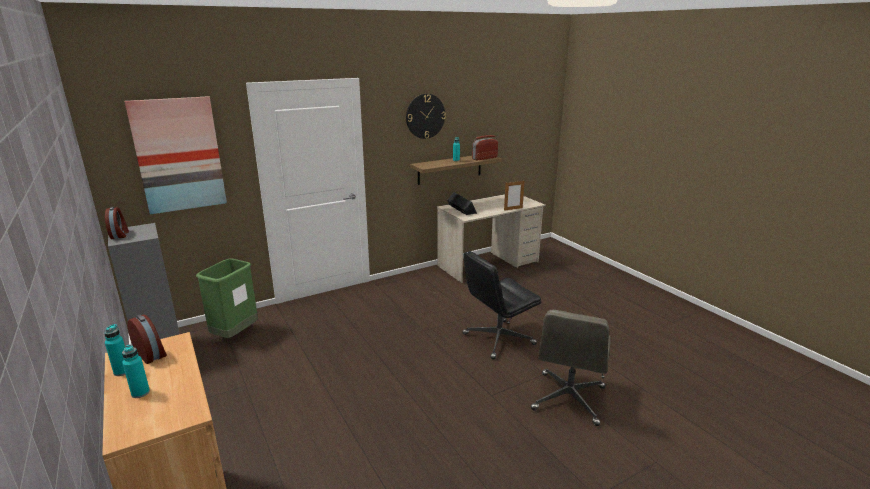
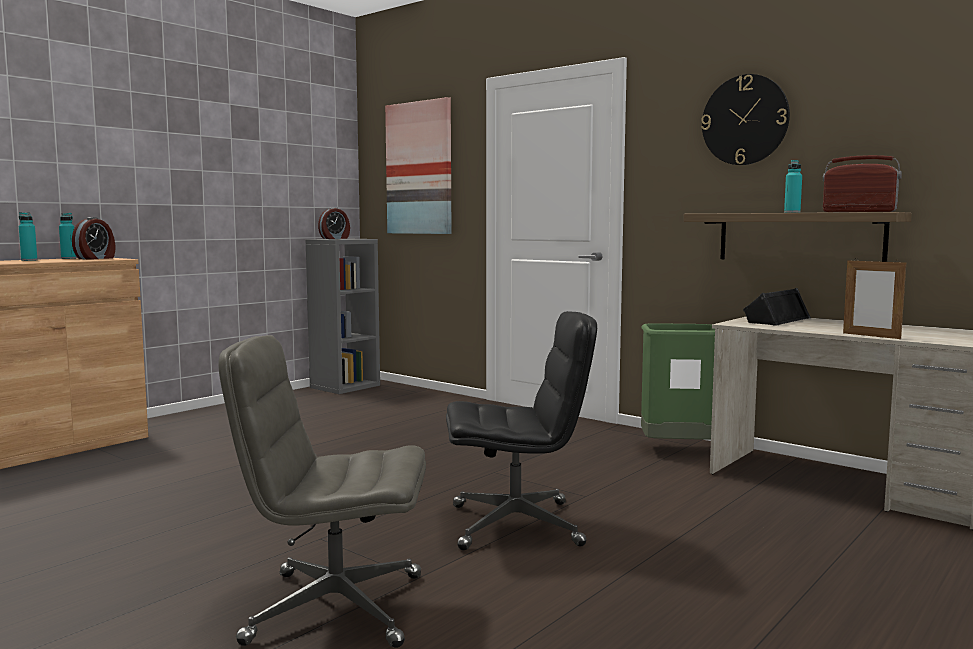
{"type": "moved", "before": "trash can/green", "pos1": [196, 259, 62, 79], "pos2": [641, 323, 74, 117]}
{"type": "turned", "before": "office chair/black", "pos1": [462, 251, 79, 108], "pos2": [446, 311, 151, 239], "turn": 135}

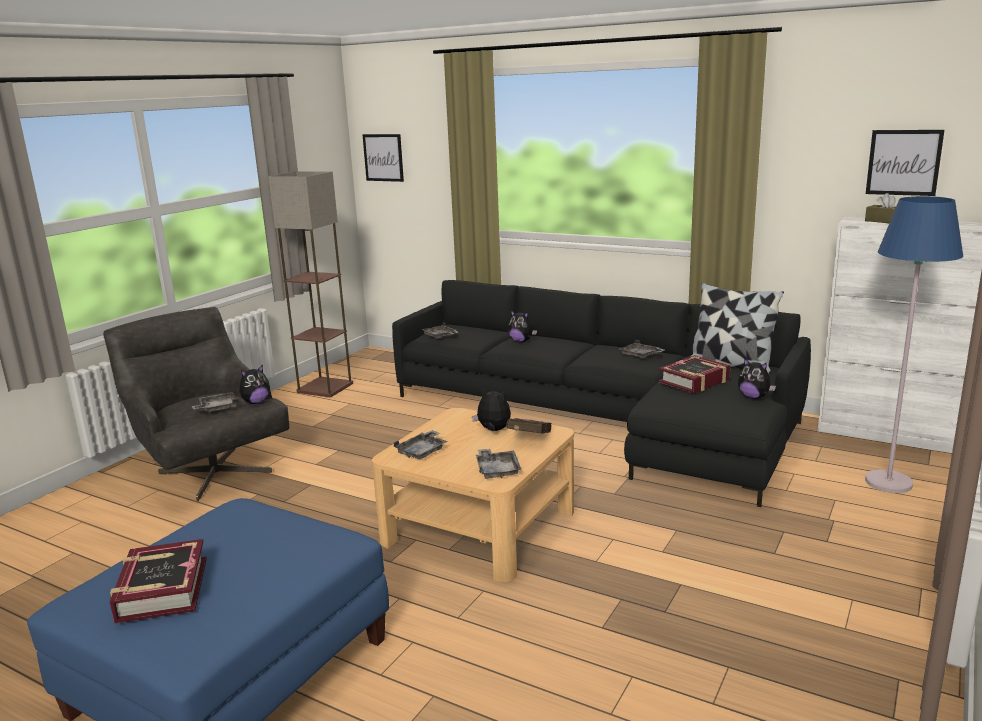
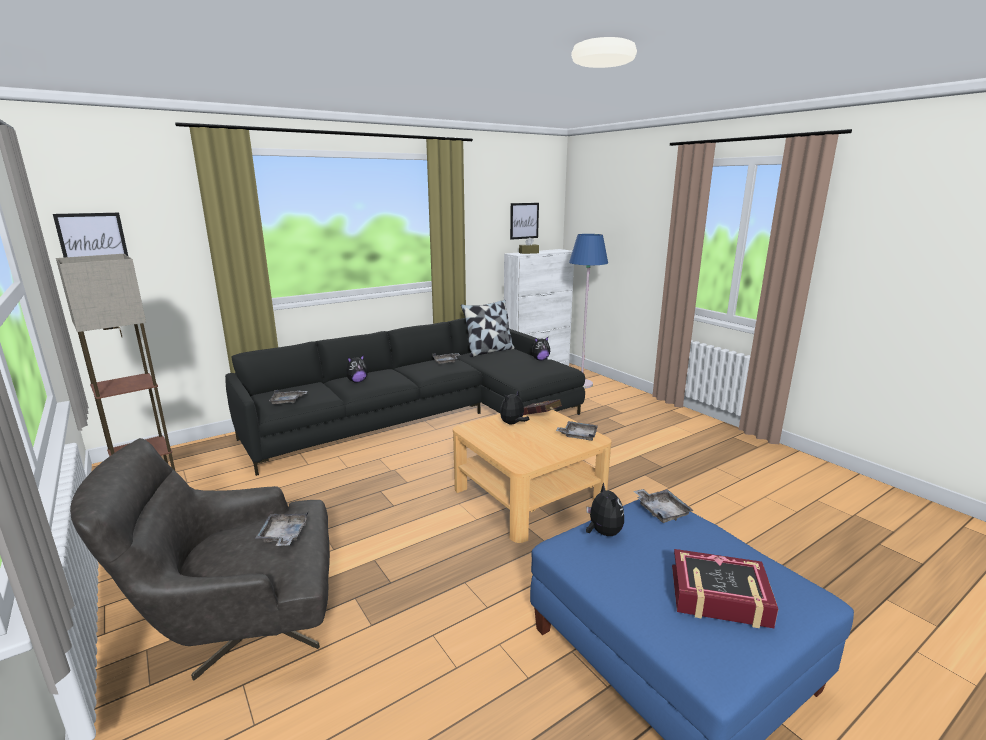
{"type": "moved", "before": "plush toy", "pos1": [239, 364, 31, 40], "pos2": [586, 483, 38, 53]}
{"type": "moved", "before": "tray/grey", "pos1": [394, 430, 54, 29], "pos2": [634, 489, 60, 34]}
{"type": "removed", "before": "book", "pos1": [658, 355, 72, 39]}

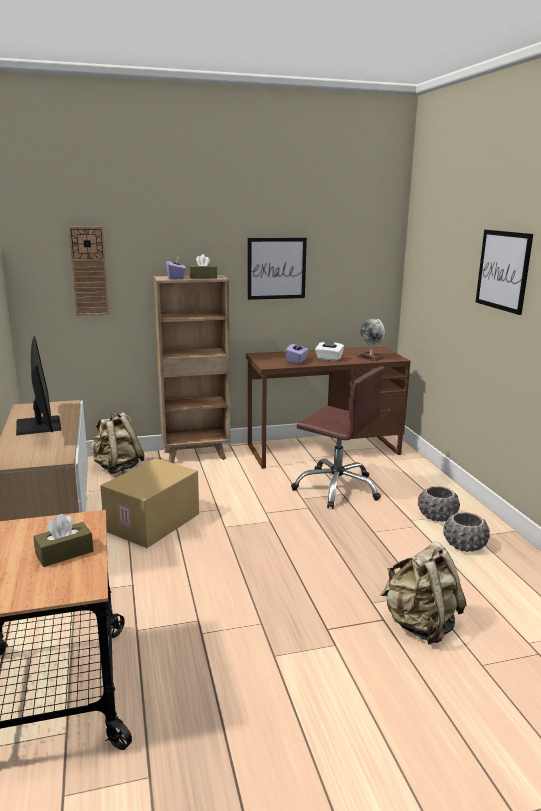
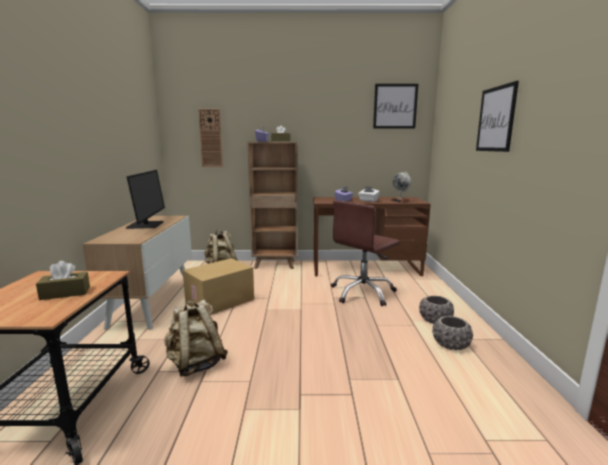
{"type": "moved", "before": "picture", "pos1": [247, 238, 60, 62], "pos2": [373, 84, 45, 45]}
{"type": "turned", "before": "office chair/brown", "pos1": [291, 366, 93, 143], "pos2": [331, 200, 68, 106], "turn": 90}
{"type": "moved", "before": "backpack/beige", "pos1": [380, 542, 86, 102], "pos2": [164, 300, 64, 77]}

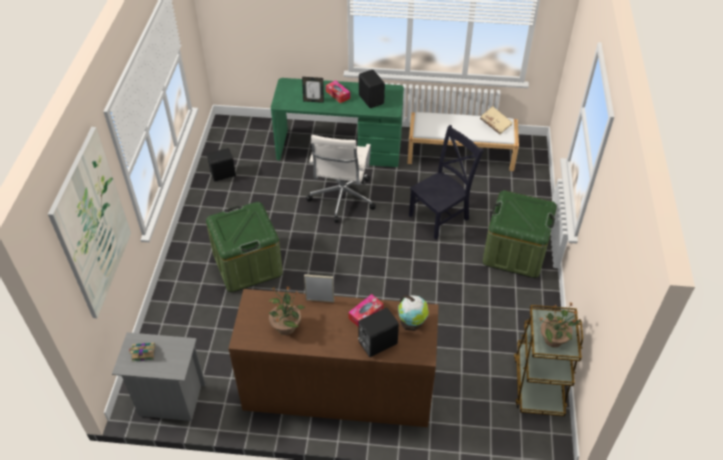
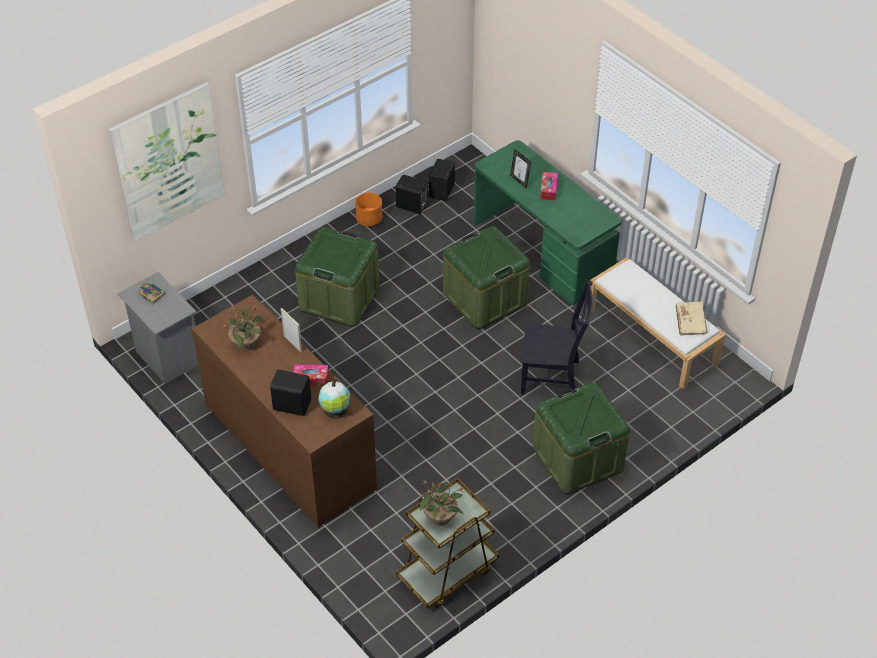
{"type": "replaced", "before": "office chair/white", "after": "storage box/green", "pos1": [306, 135, 70, 88], "pos2": [443, 226, 87, 103]}
{"type": "moved", "before": "speaker/black", "pos1": [359, 70, 26, 38], "pos2": [429, 159, 26, 42]}
{"type": "added", "after": "planter/orange", "pos2": [355, 193, 27, 33]}

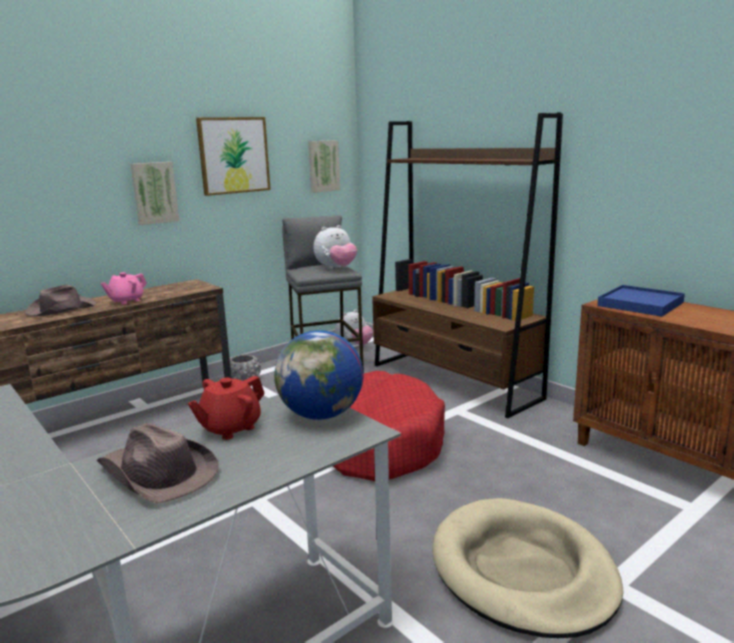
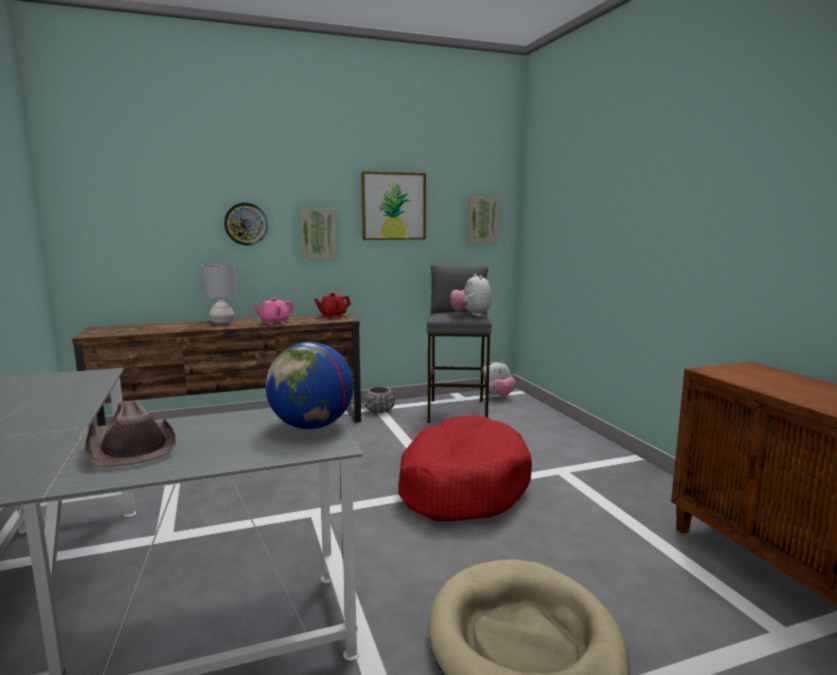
{"type": "replaced", "before": "hat/brown", "after": "table lamp/grey", "pos1": [25, 285, 72, 31], "pos2": [201, 264, 36, 61]}
{"type": "moved", "before": "teapot/red", "pos1": [188, 376, 77, 64], "pos2": [314, 293, 37, 25]}
{"type": "turned", "before": "plush toy", "pos1": [314, 225, 43, 44], "pos2": [450, 274, 42, 43], "turn": 90}
{"type": "removed", "before": "bookcase/brown", "pos1": [372, 113, 191, 305]}
{"type": "removed", "before": "tray/blue", "pos1": [597, 285, 88, 32]}
{"type": "added", "after": "wall clock", "pos2": [224, 203, 44, 43]}

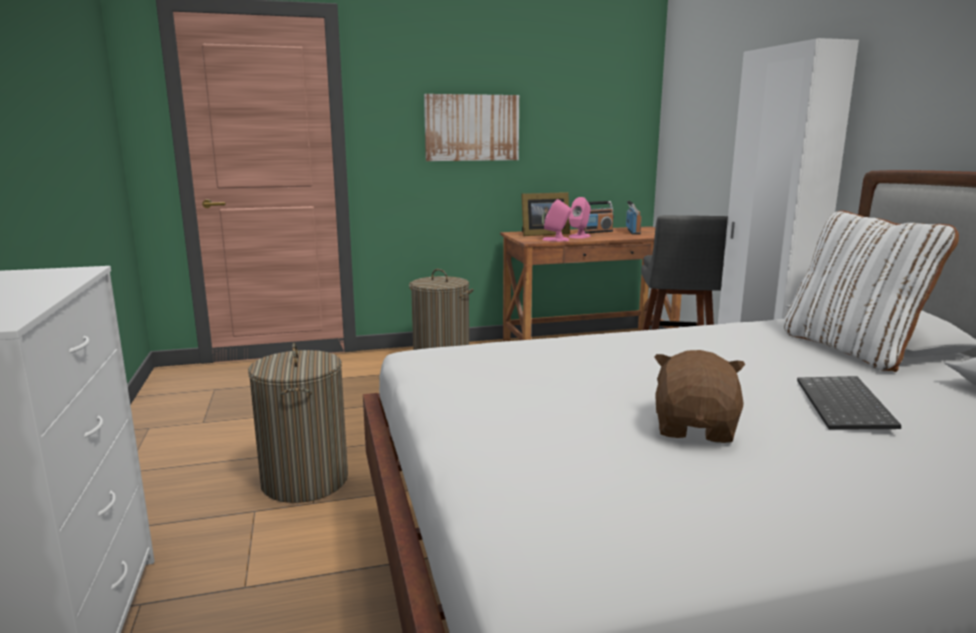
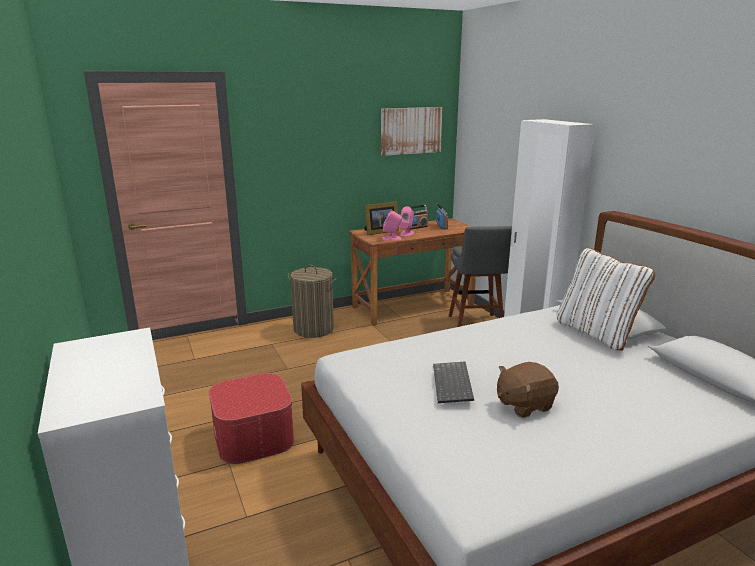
{"type": "replaced", "before": "laundry basket", "after": "ottoman", "pos1": [248, 343, 100, 160], "pos2": [208, 373, 86, 91]}
{"type": "moved", "before": "picture", "pos1": [424, 94, 95, 67], "pos2": [381, 107, 61, 49]}
{"type": "turned", "before": "plush toy/brown", "pos1": [655, 350, 90, 93], "pos2": [497, 362, 62, 56], "turn": -120}
{"type": "moved", "before": "keyboard", "pos1": [797, 376, 104, 54], "pos2": [433, 362, 41, 41]}

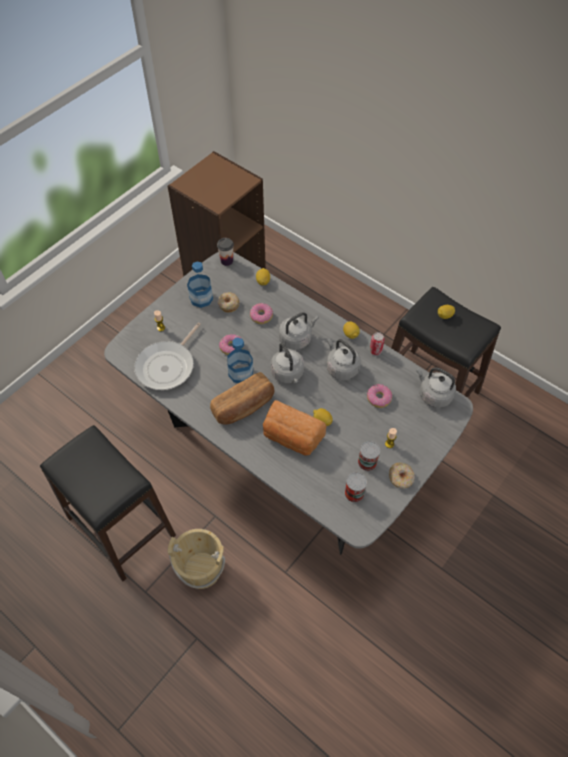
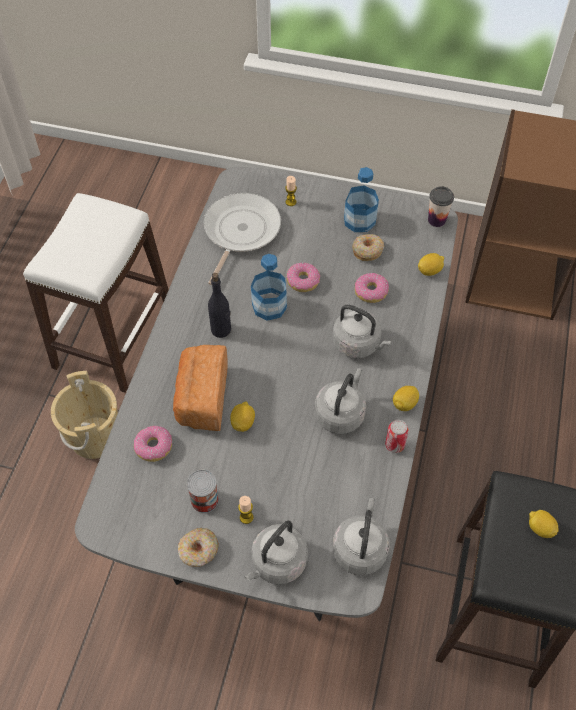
{"type": "recoloured", "before": "stool/black", "after": "stool/white", "pos1": [40, 425, 136, 156], "pos2": [23, 193, 146, 200]}
{"type": "turned", "before": "frying pan", "pos1": [134, 323, 67, 67], "pos2": [203, 193, 78, 92], "turn": 105}
{"type": "replaced", "before": "bread", "after": "bottle/black", "pos1": [210, 372, 65, 53], "pos2": [208, 273, 23, 65]}
{"type": "moved", "before": "kettle/grey", "pos1": [271, 343, 33, 40], "pos2": [245, 521, 63, 63]}
{"type": "removed", "before": "can", "pos1": [345, 472, 22, 30]}
{"type": "moved", "before": "donut", "pos1": [367, 384, 25, 24], "pos2": [134, 426, 38, 36]}

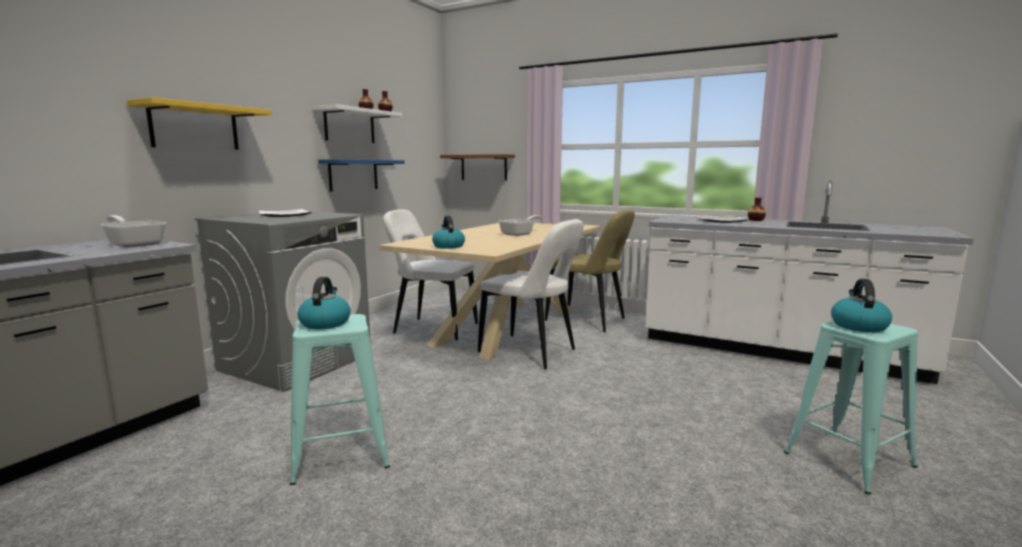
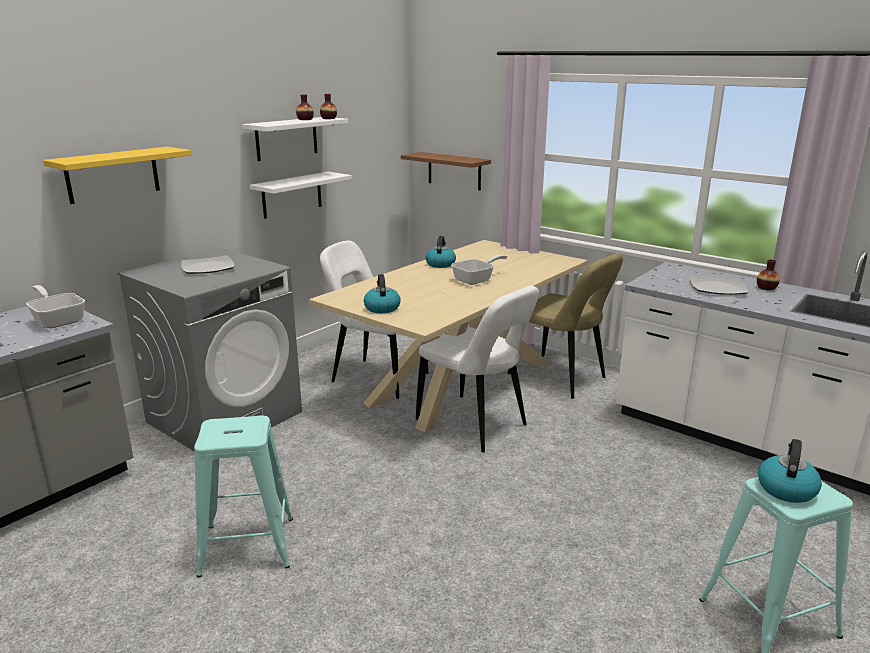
{"type": "moved", "before": "kettle", "pos1": [298, 277, 53, 52], "pos2": [426, 236, 30, 32]}
{"type": "recoloured", "before": "shelf/blue", "after": "shelf/white", "pos1": [318, 159, 87, 33], "pos2": [250, 172, 102, 47]}

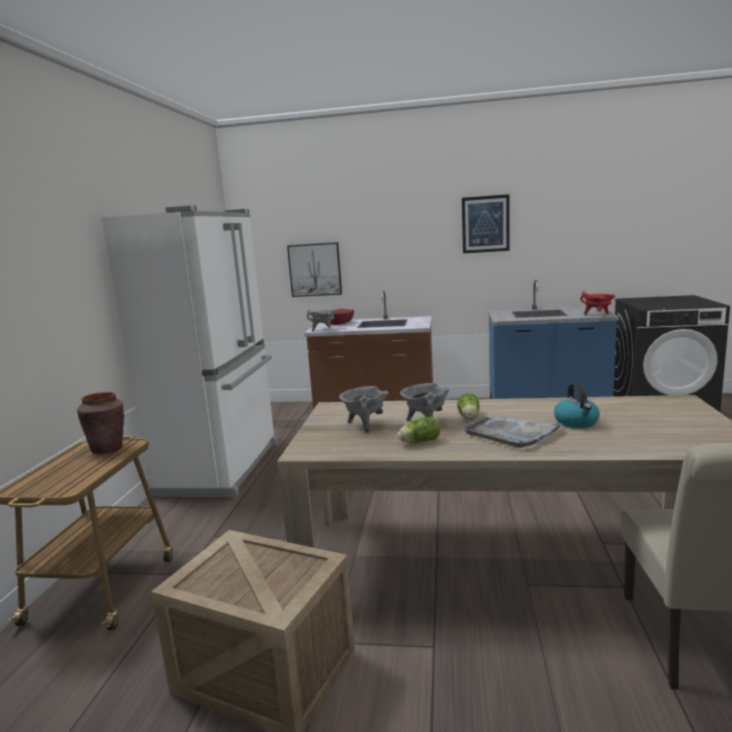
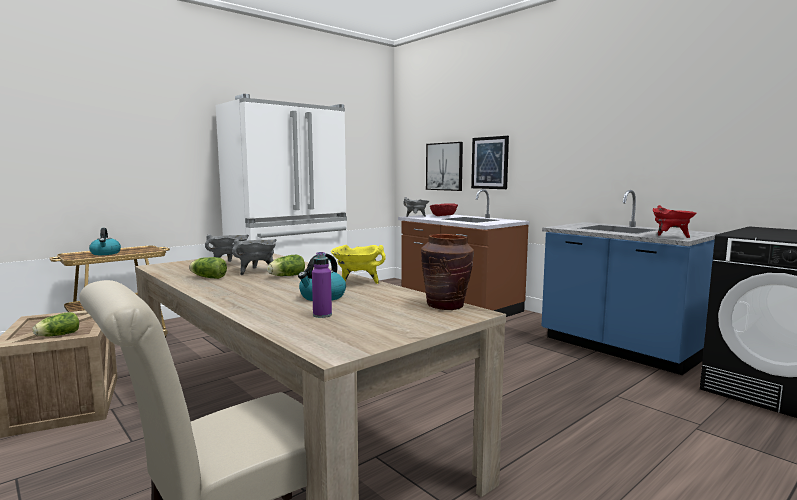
{"type": "moved", "before": "vase/brown", "pos1": [77, 392, 47, 62], "pos2": [421, 234, 53, 76]}
{"type": "moved", "before": "picture", "pos1": [462, 194, 48, 59], "pos2": [471, 136, 38, 53]}
{"type": "removed", "before": "tray/grey", "pos1": [462, 416, 101, 32]}
{"type": "added", "after": "lettuce", "pos2": [32, 312, 47, 24]}
{"type": "added", "after": "kettle", "pos2": [89, 228, 32, 27]}
{"type": "added", "after": "bottle/purple", "pos2": [312, 252, 20, 66]}
{"type": "added", "after": "cooking pot/yellow", "pos2": [331, 245, 55, 39]}

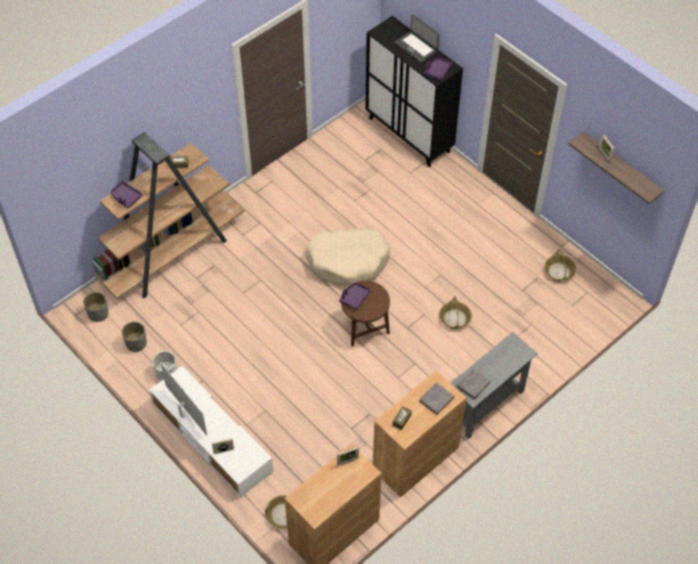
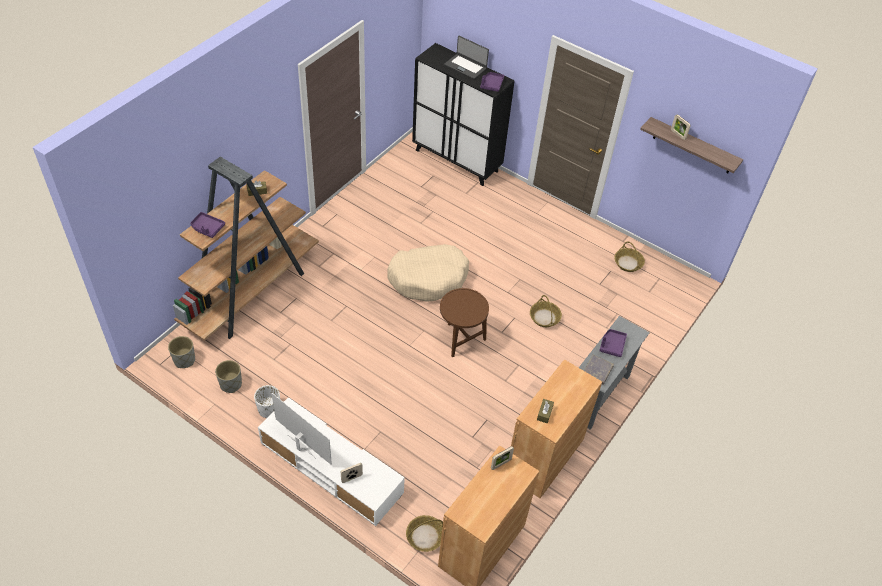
{"type": "moved", "before": "tray/purple", "pos1": [339, 283, 31, 27], "pos2": [599, 329, 28, 28]}
{"type": "removed", "before": "book/grey", "pos1": [419, 382, 35, 33]}

